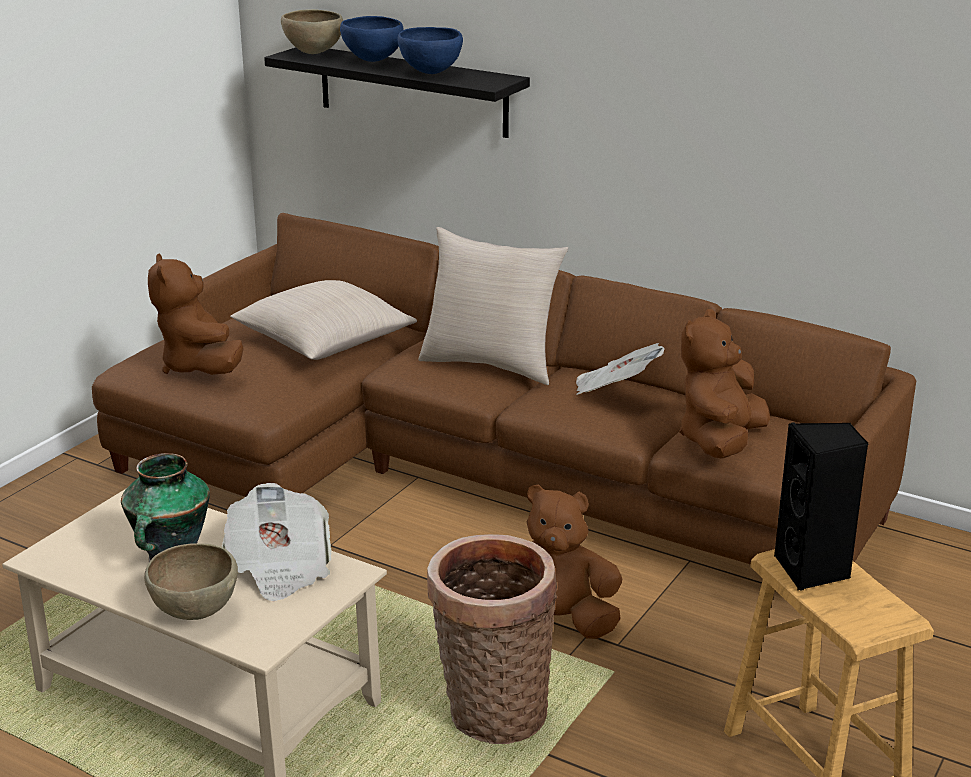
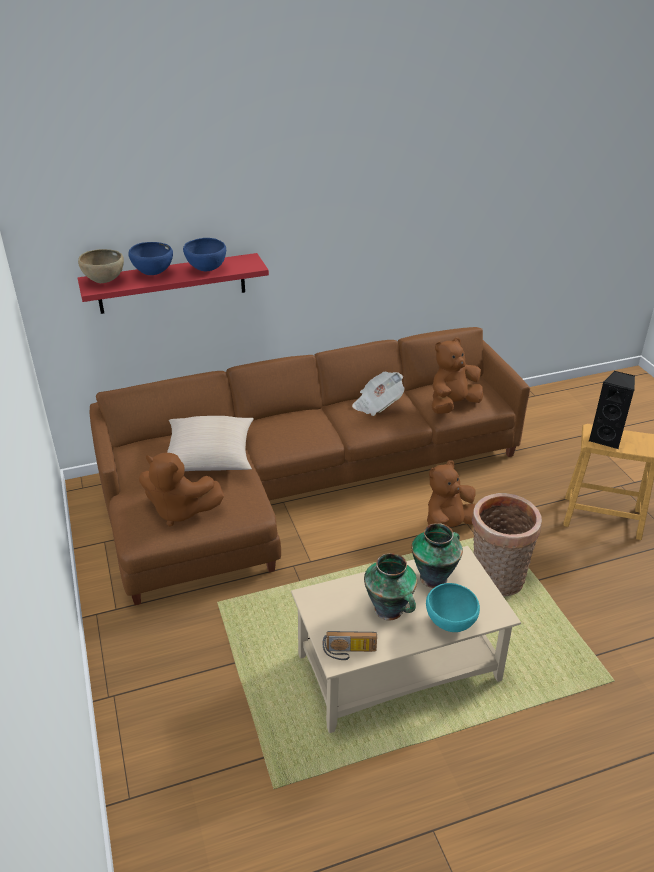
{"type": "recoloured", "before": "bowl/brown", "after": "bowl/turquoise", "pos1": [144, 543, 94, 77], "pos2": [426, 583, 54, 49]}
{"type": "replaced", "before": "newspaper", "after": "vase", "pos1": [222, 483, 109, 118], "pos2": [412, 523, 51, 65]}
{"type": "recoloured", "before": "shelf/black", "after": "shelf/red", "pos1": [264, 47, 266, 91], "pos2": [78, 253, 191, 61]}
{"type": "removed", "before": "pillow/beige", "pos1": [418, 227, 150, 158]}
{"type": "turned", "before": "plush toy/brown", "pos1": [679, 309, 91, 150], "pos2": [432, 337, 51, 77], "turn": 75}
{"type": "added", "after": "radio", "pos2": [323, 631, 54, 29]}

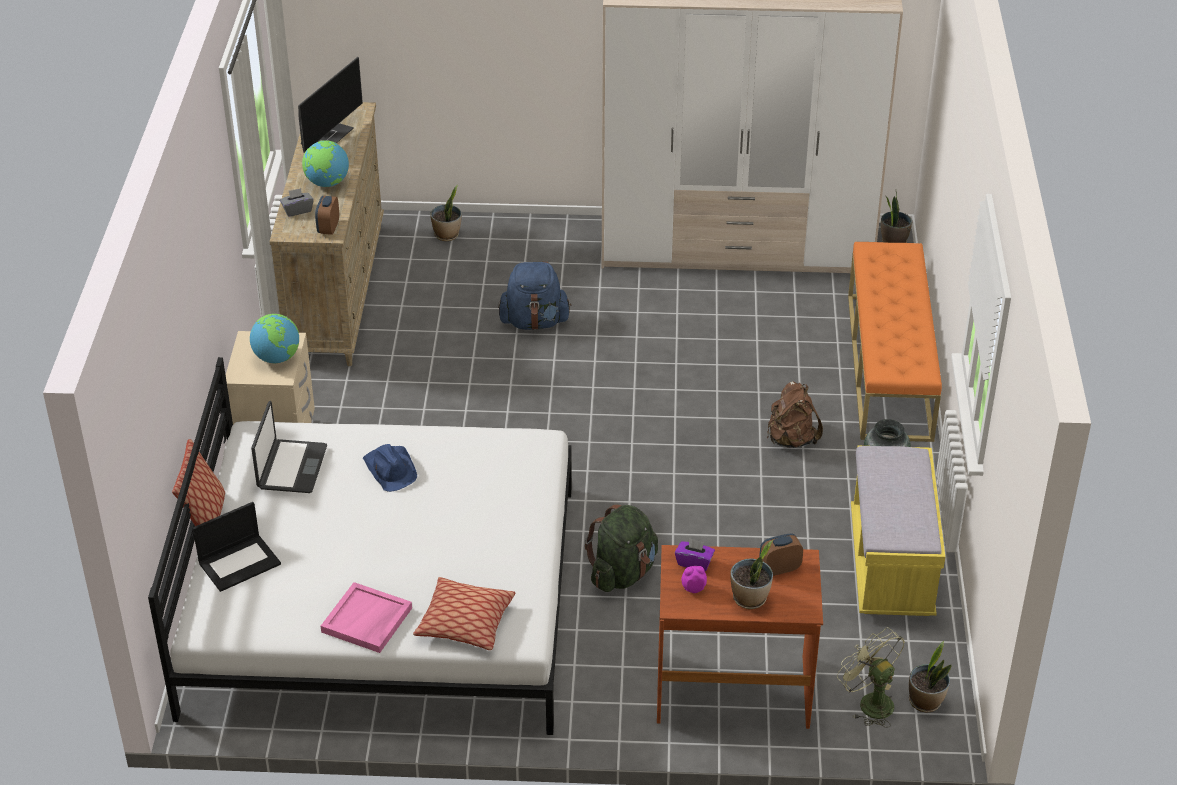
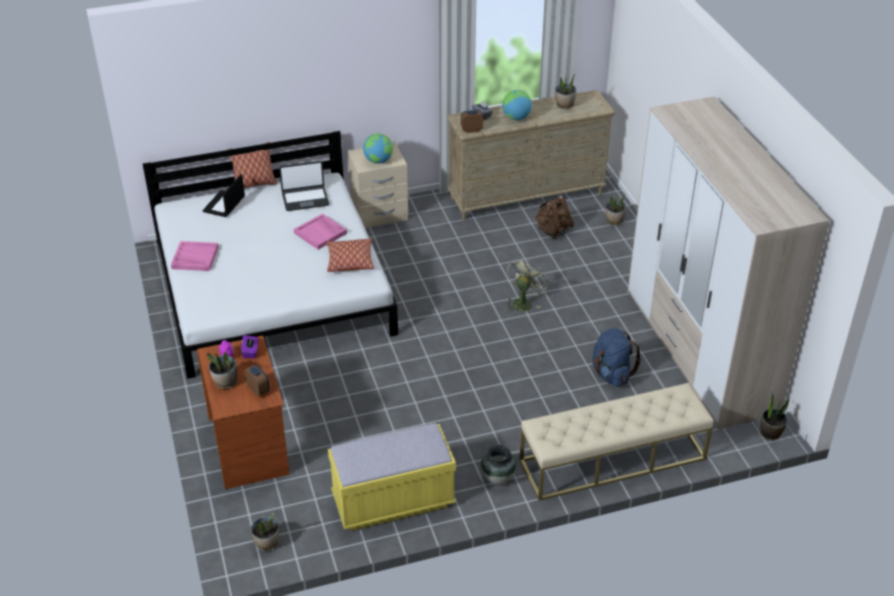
{"type": "turned", "before": "laptop", "pos1": [193, 502, 88, 90], "pos2": [202, 174, 43, 43], "turn": 75}
{"type": "replaced", "before": "monitor", "after": "potted plant", "pos1": [298, 57, 65, 96], "pos2": [555, 74, 21, 35]}
{"type": "replaced", "before": "hat/blue", "after": "tray/pink", "pos1": [363, 444, 54, 48], "pos2": [294, 214, 53, 36]}
{"type": "moved", "before": "pillow", "pos1": [413, 577, 102, 73], "pos2": [326, 239, 48, 33]}
{"type": "moved", "before": "backpack/blue", "pos1": [498, 262, 74, 68], "pos2": [593, 328, 48, 59]}
{"type": "removed", "before": "backpack/green", "pos1": [585, 504, 73, 88]}
{"type": "moved", "before": "backpack/brown", "pos1": [767, 381, 56, 67], "pos2": [535, 196, 39, 43]}
{"type": "moved", "before": "fan/green", "pos1": [837, 627, 68, 101], "pos2": [505, 257, 43, 55]}
{"type": "recoloured", "before": "bench/orange", "after": "bench/beige", "pos1": [848, 242, 94, 200], "pos2": [519, 383, 195, 118]}

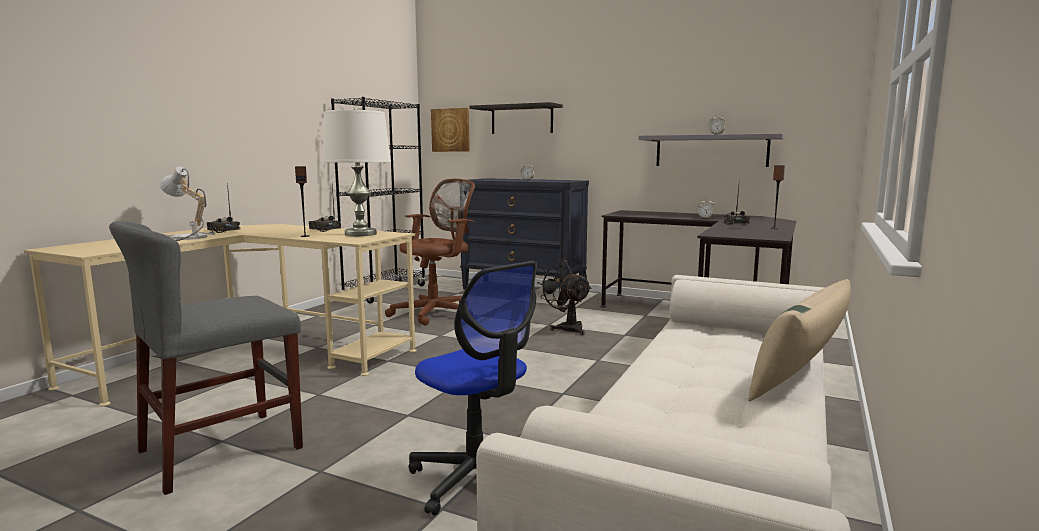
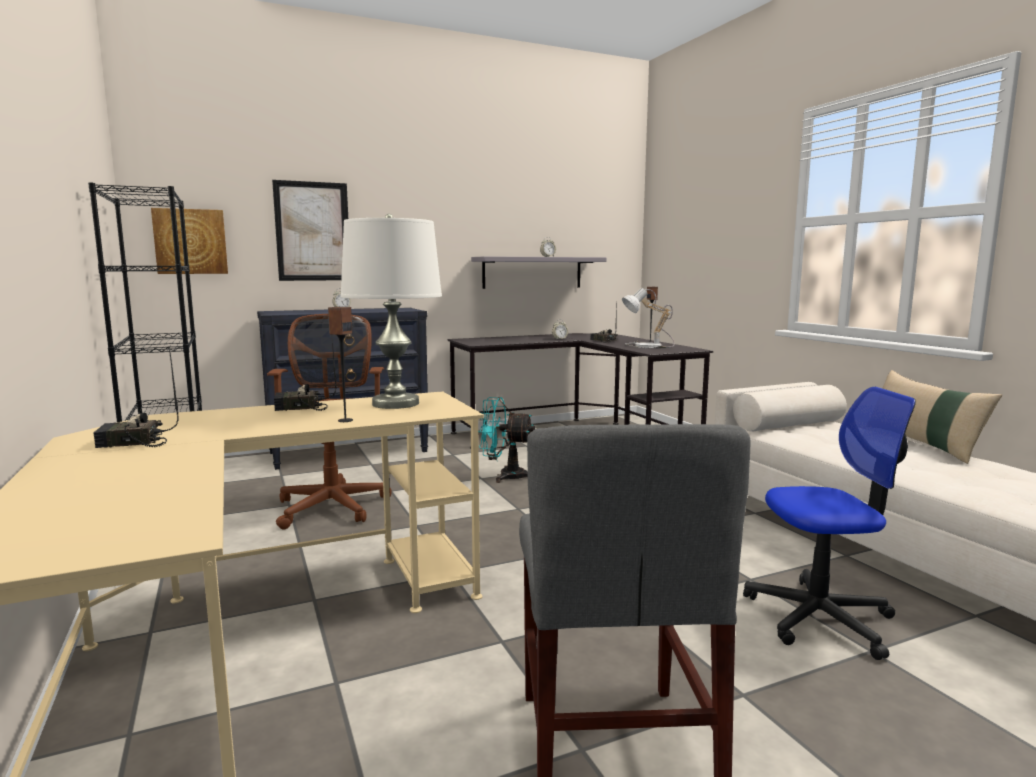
{"type": "moved", "before": "table lamp", "pos1": [159, 166, 56, 75], "pos2": [622, 288, 53, 61]}
{"type": "replaced", "before": "shelf", "after": "picture", "pos1": [469, 102, 94, 32], "pos2": [272, 180, 76, 101]}
{"type": "recoloured", "before": "fan/black", "after": "fan/turquoise", "pos1": [537, 258, 54, 78], "pos2": [478, 397, 57, 86]}

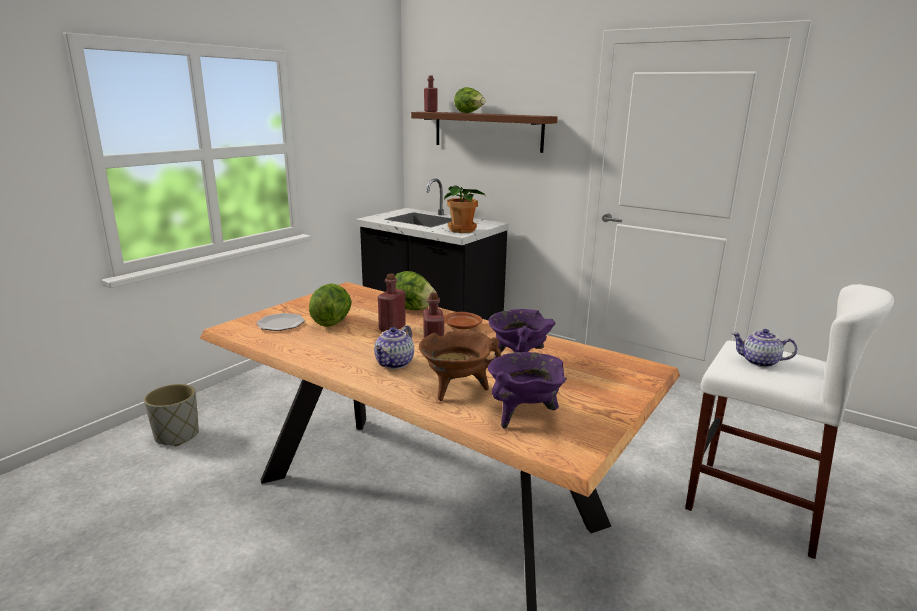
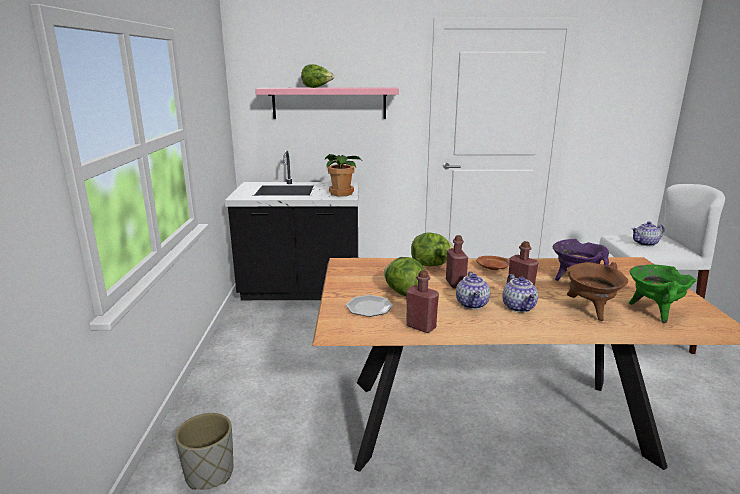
{"type": "recoloured", "before": "shelf/brown", "after": "shelf/pink", "pos1": [411, 112, 147, 41], "pos2": [255, 88, 144, 31]}
{"type": "moved", "before": "bottle/red", "pos1": [424, 76, 14, 36], "pos2": [406, 270, 33, 63]}
{"type": "recoloured", "before": "cooking pot/purple", "after": "cooking pot/green", "pos1": [488, 352, 79, 76], "pos2": [629, 265, 68, 58]}
{"type": "added", "after": "teapot", "pos2": [456, 271, 34, 38]}

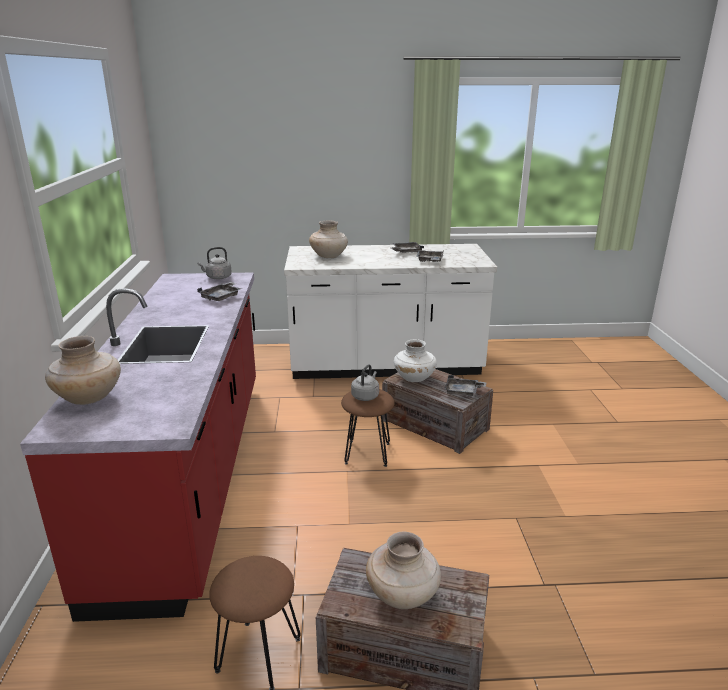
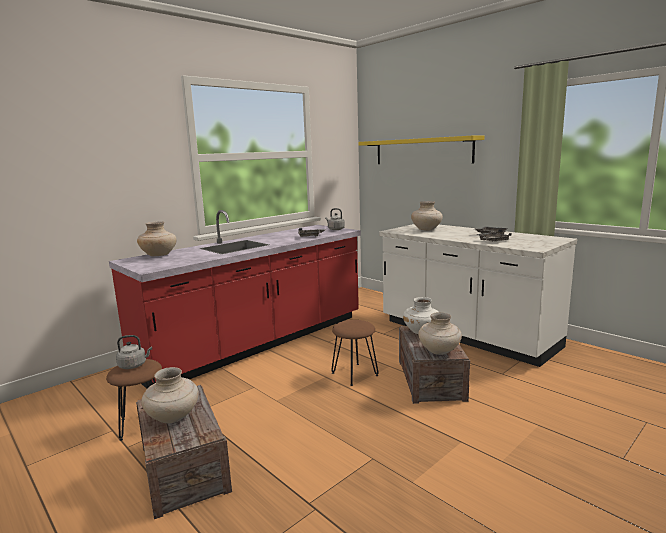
{"type": "moved", "before": "kettle/grey", "pos1": [351, 364, 28, 37], "pos2": [116, 335, 36, 34]}
{"type": "replaced", "before": "tray/grey", "after": "vase/beige", "pos1": [444, 375, 43, 21], "pos2": [418, 312, 44, 43]}
{"type": "added", "after": "shelf/yellow", "pos2": [358, 136, 126, 28]}

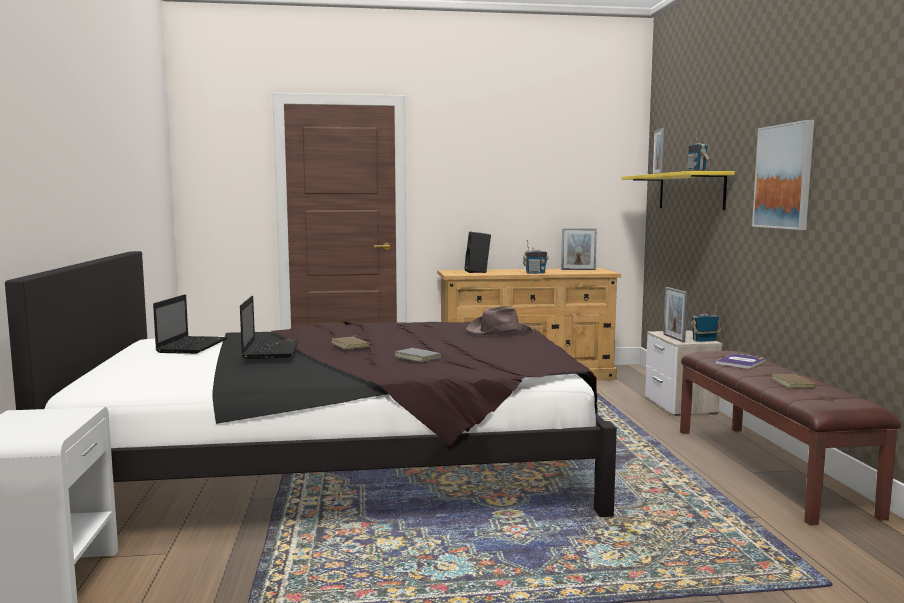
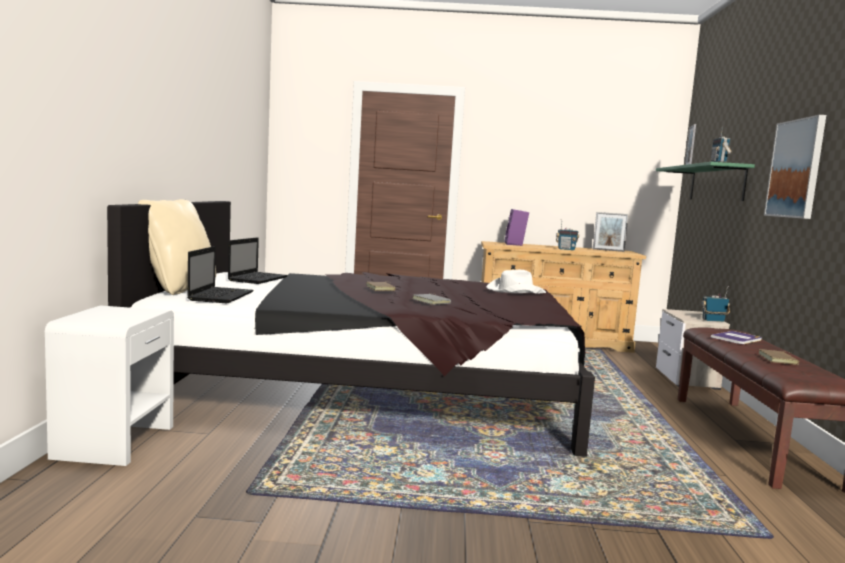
{"type": "moved", "before": "laptop", "pos1": [240, 296, 59, 63], "pos2": [187, 246, 67, 57]}
{"type": "recoloured", "before": "speaker/black", "after": "speaker/purple", "pos1": [464, 232, 27, 41], "pos2": [505, 209, 24, 37]}
{"type": "recoloured", "before": "hat/brown", "after": "hat/white", "pos1": [466, 306, 68, 29], "pos2": [486, 270, 60, 24]}
{"type": "recoloured", "before": "shelf/yellow", "after": "shelf/green", "pos1": [622, 171, 113, 39], "pos2": [656, 162, 99, 39]}
{"type": "removed", "before": "picture frame", "pos1": [663, 287, 25, 55]}
{"type": "added", "after": "pillow/beige", "pos2": [138, 199, 78, 96]}

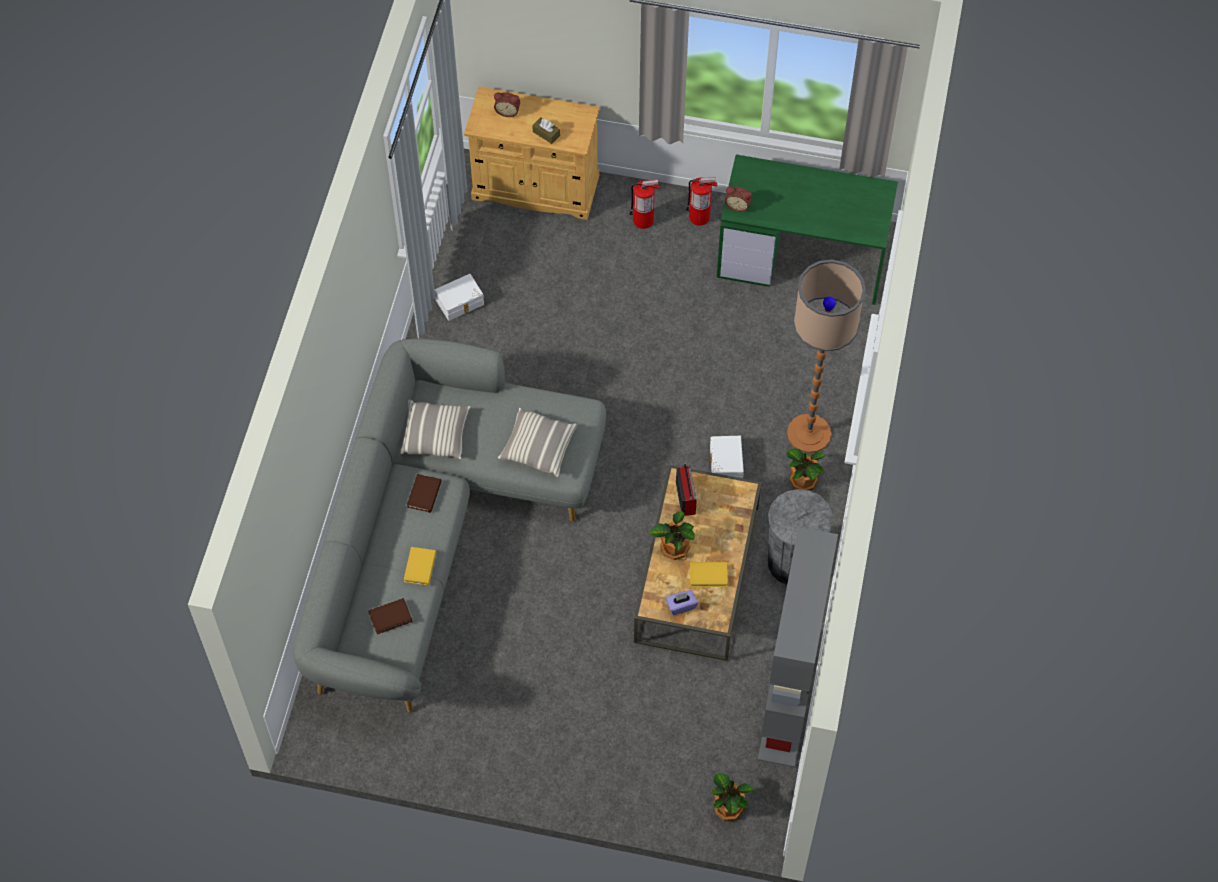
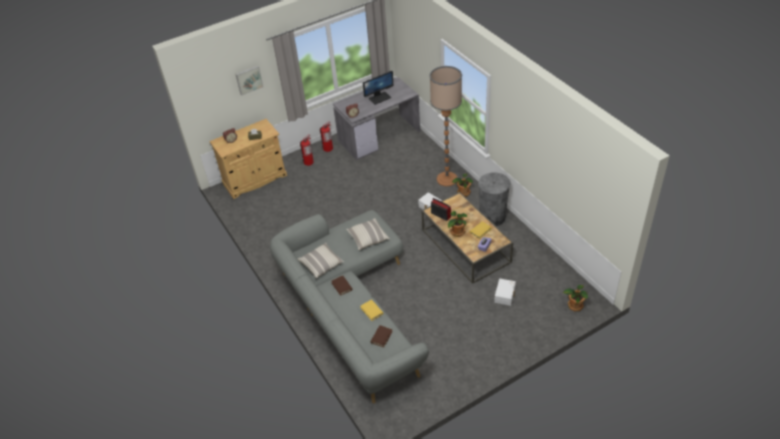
{"type": "moved", "before": "storage box/white", "pos1": [435, 274, 49, 47], "pos2": [494, 279, 22, 27]}
{"type": "recoloured", "before": "desk/green", "after": "desk/grey", "pos1": [717, 154, 181, 151], "pos2": [333, 77, 87, 83]}
{"type": "removed", "before": "bookcase/grey", "pos1": [758, 527, 80, 240]}
{"type": "added", "after": "picture", "pos2": [235, 66, 28, 30]}
{"type": "added", "after": "monitor", "pos2": [363, 71, 30, 34]}

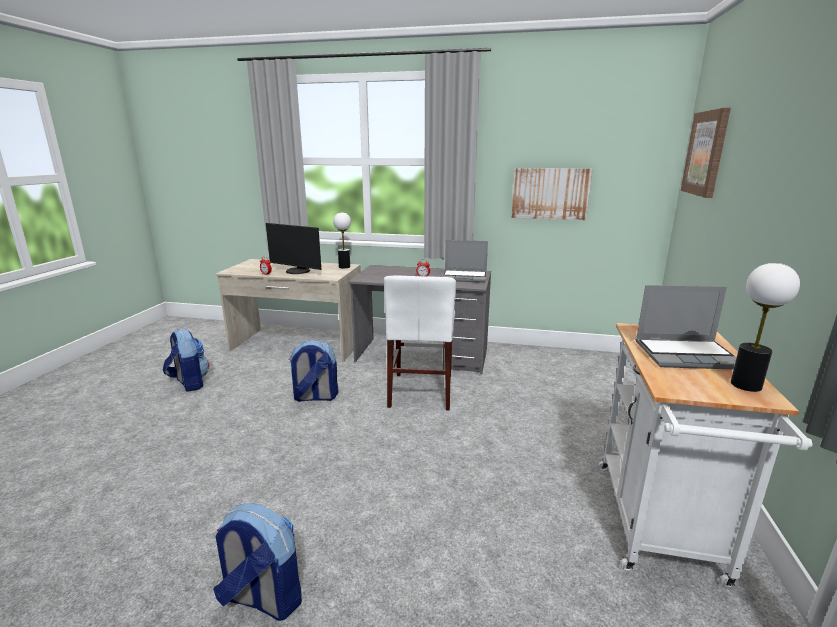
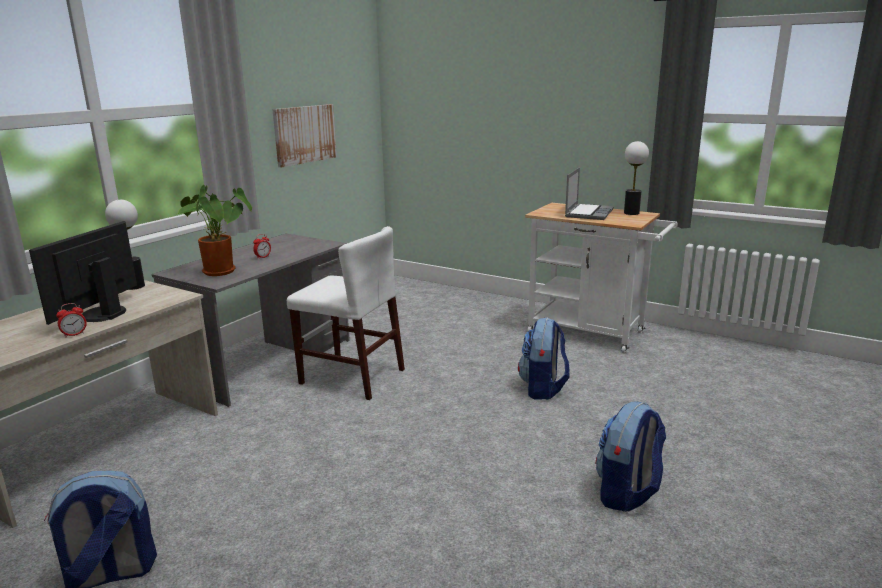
{"type": "turned", "before": "monitor", "pos1": [266, 223, 56, 51], "pos2": [29, 221, 108, 104], "turn": 150}
{"type": "moved", "before": "backpack", "pos1": [288, 340, 50, 62], "pos2": [518, 317, 51, 83]}
{"type": "removed", "before": "laptop", "pos1": [442, 240, 46, 43]}
{"type": "removed", "before": "picture", "pos1": [681, 108, 50, 90]}
{"type": "added", "after": "potted plant", "pos2": [177, 185, 75, 91]}

